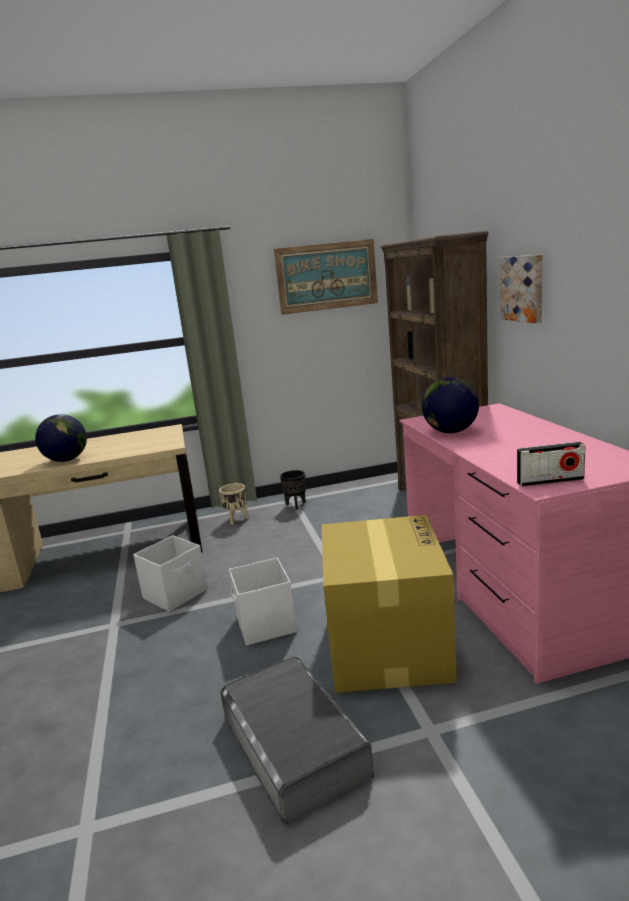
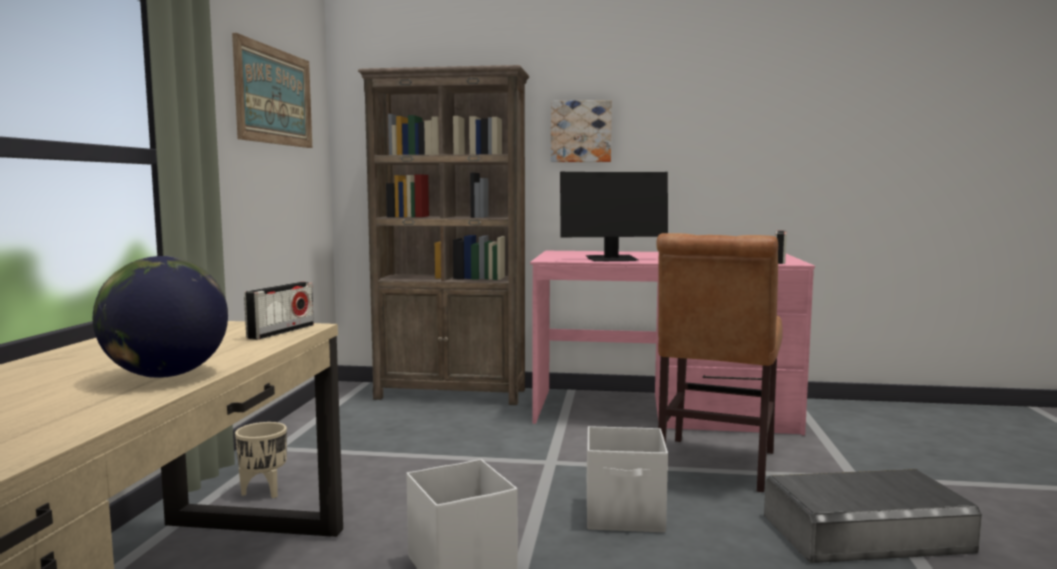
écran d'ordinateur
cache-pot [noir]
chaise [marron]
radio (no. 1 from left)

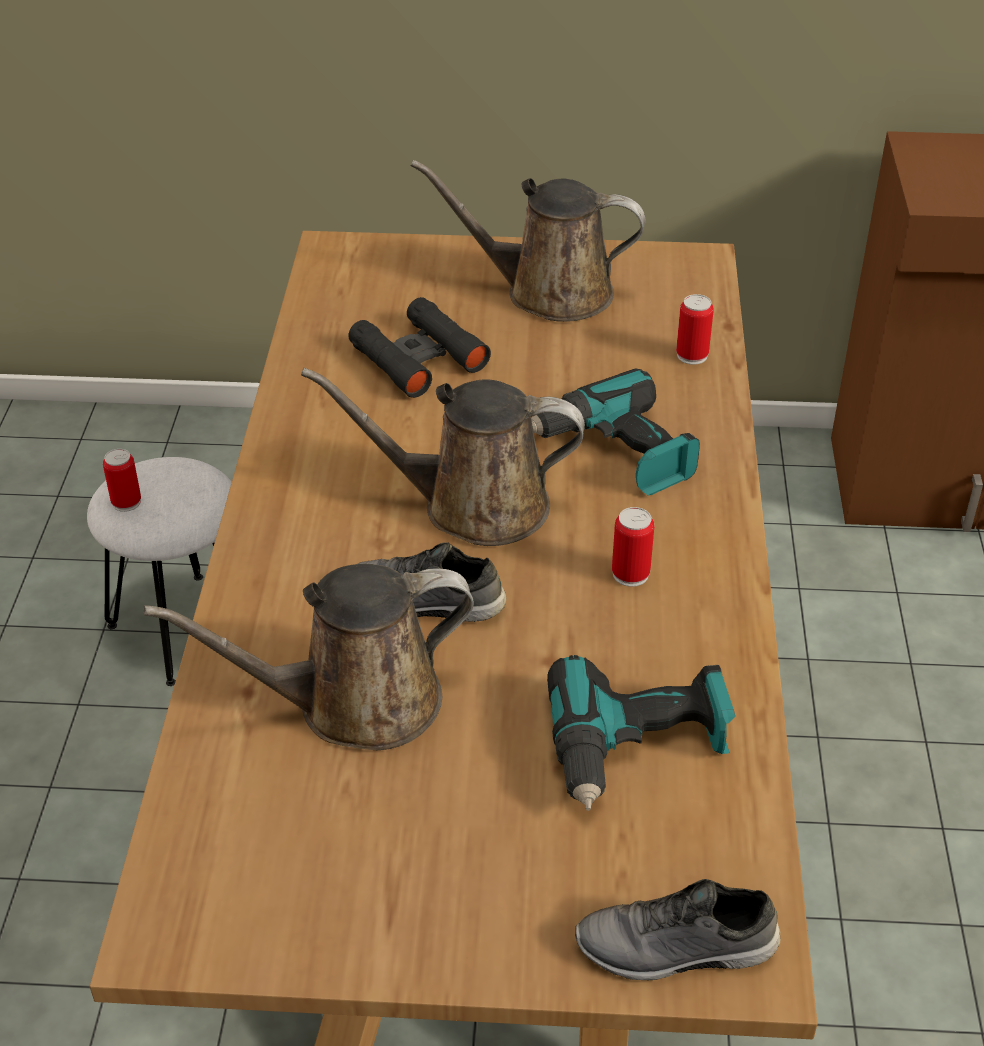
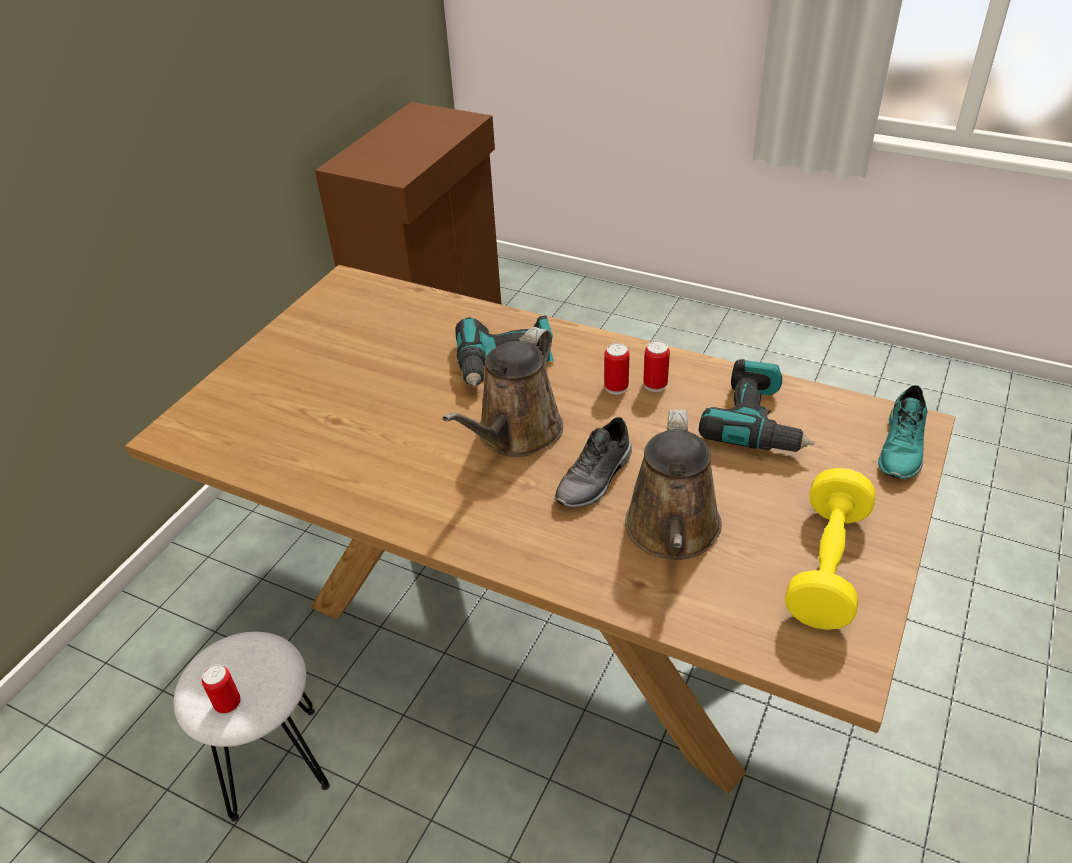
arrosoir [marron] (no. 3 from left in the first image)
boîte métallique (no. 3 from left)
jumelles [noir]
chaussure [turquoise]
haltère [jaune]

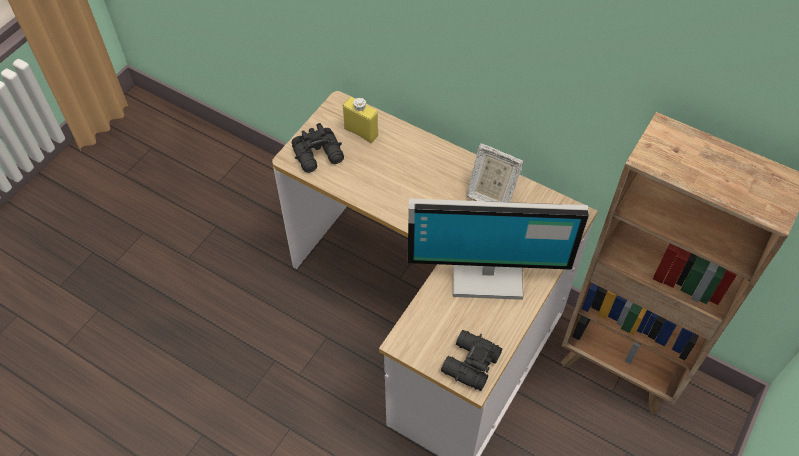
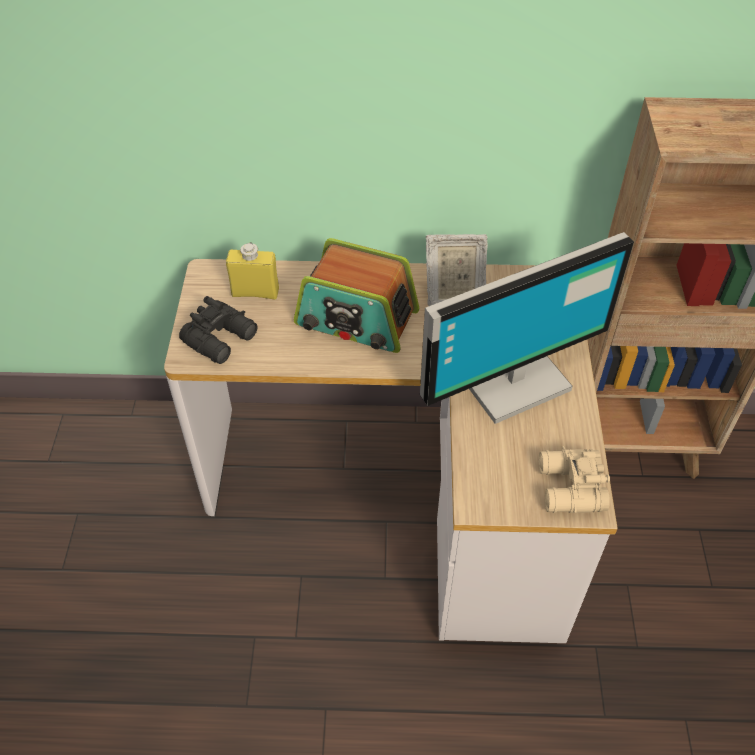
jumelles [beige]
radio

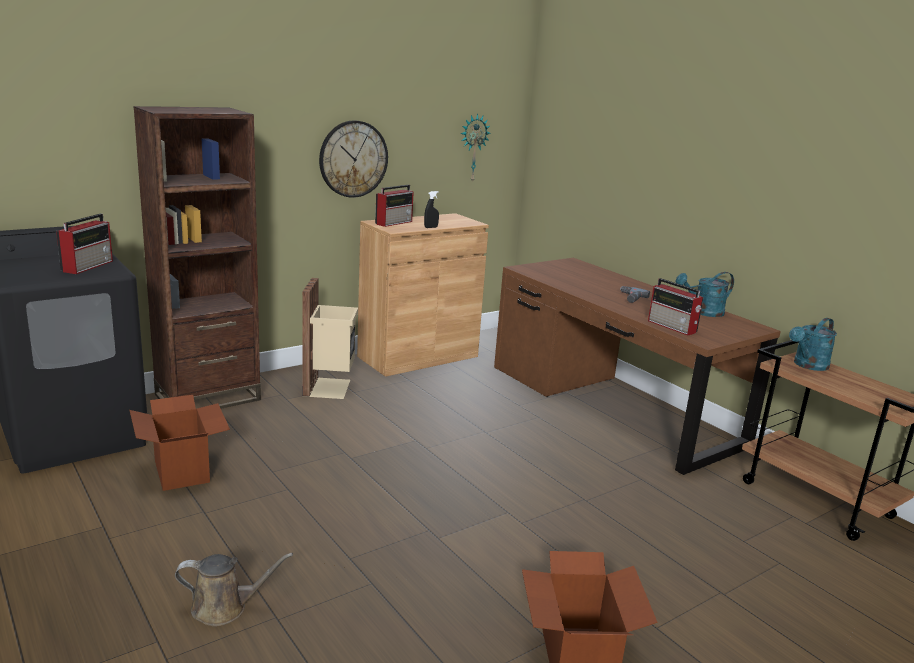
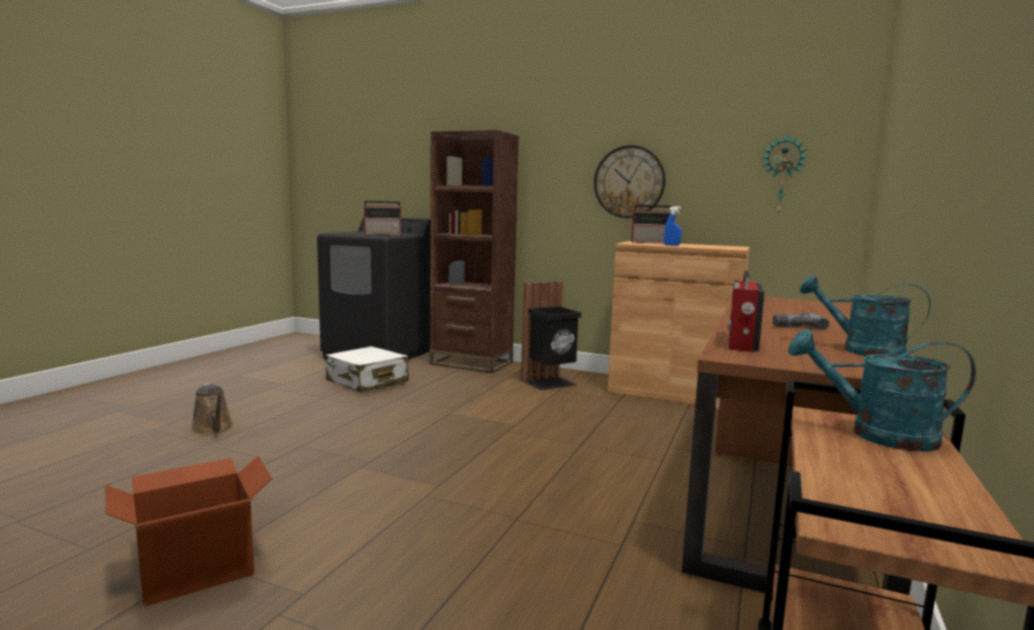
vaporisateur [bleu]
poubelle [noir]
valise [blanc]

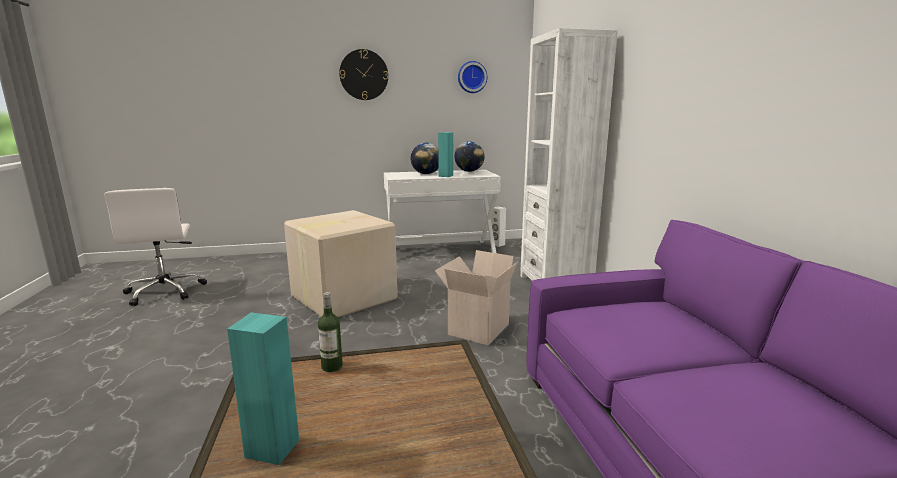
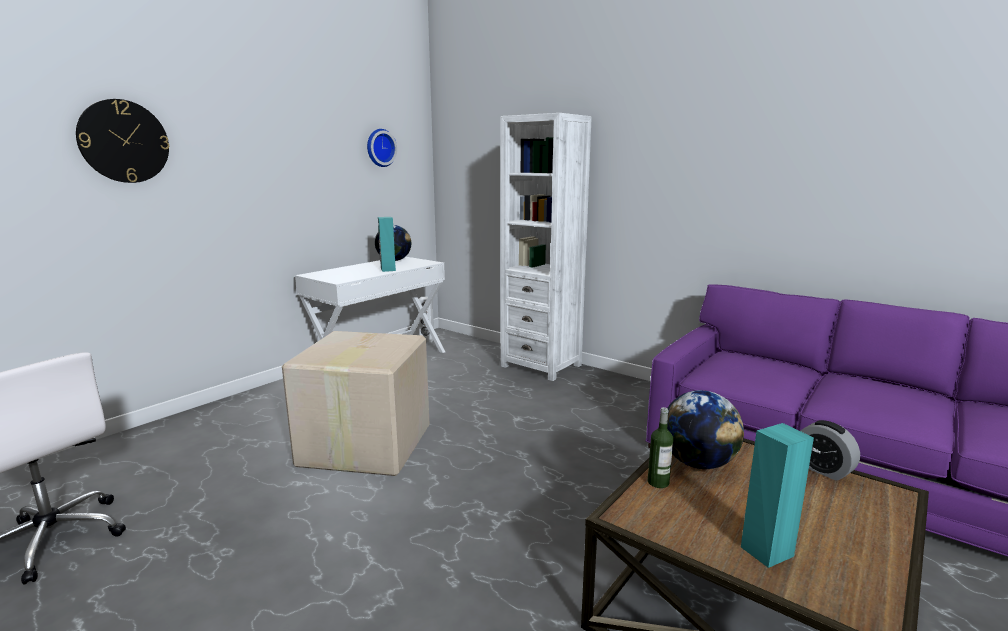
horloge murale (no. 1 from left)
globe (no. 2 from left)
carton (no. 2 from left in the first image)
réveil

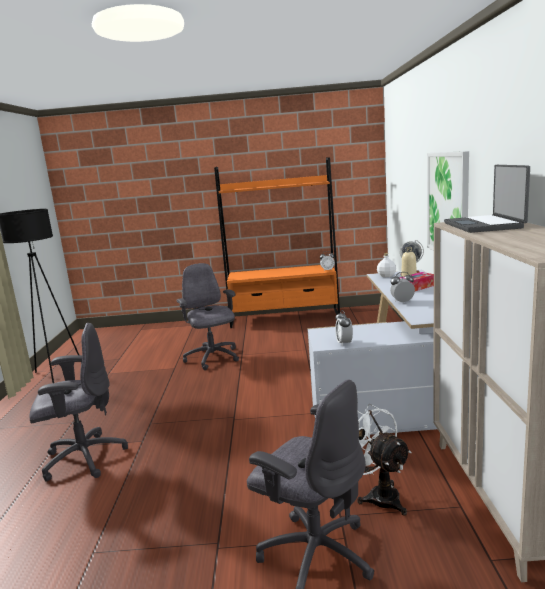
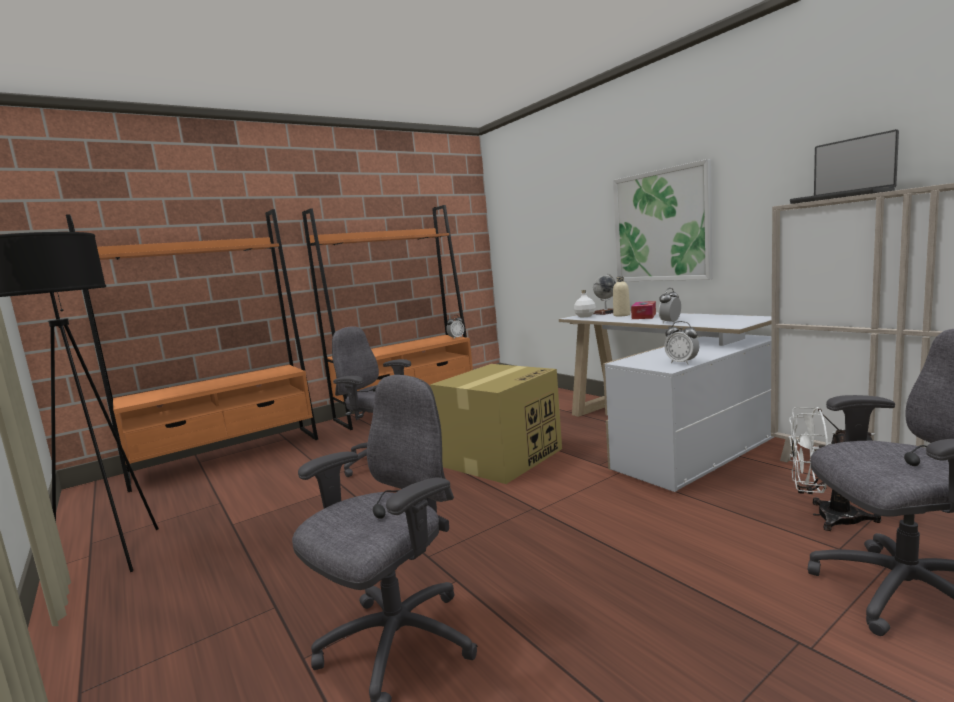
bibliothèque [orange] (no. 1 from left)
carton

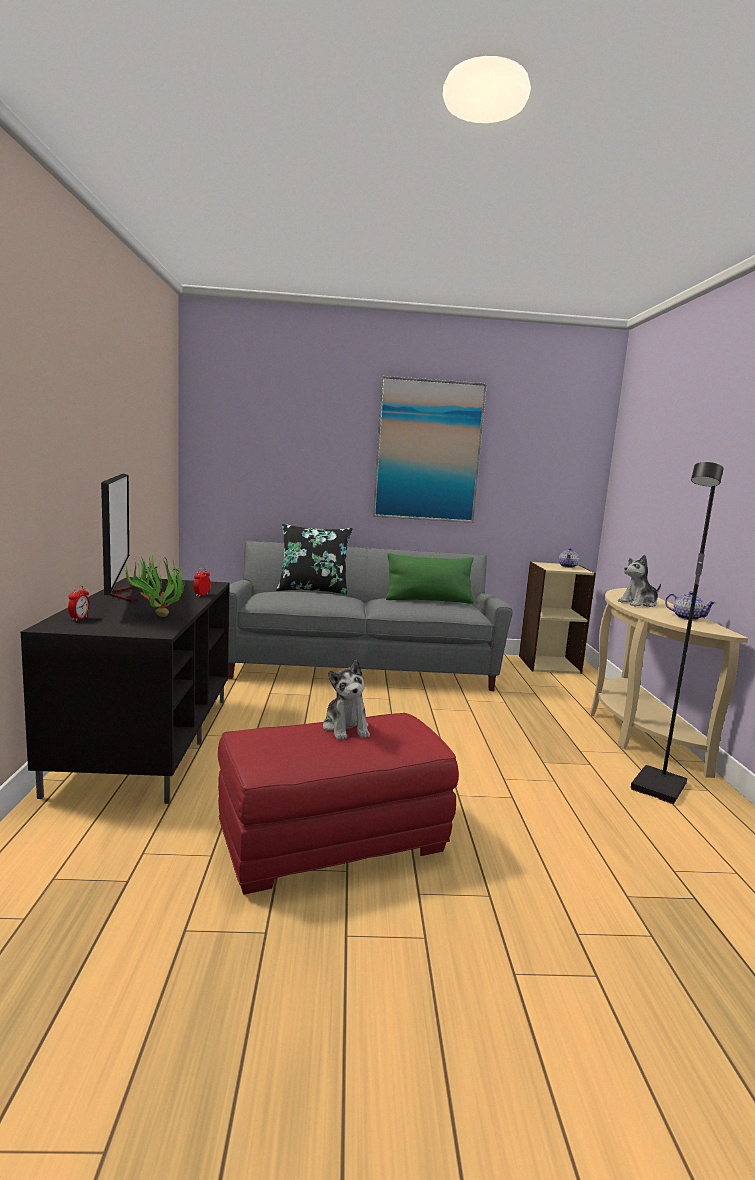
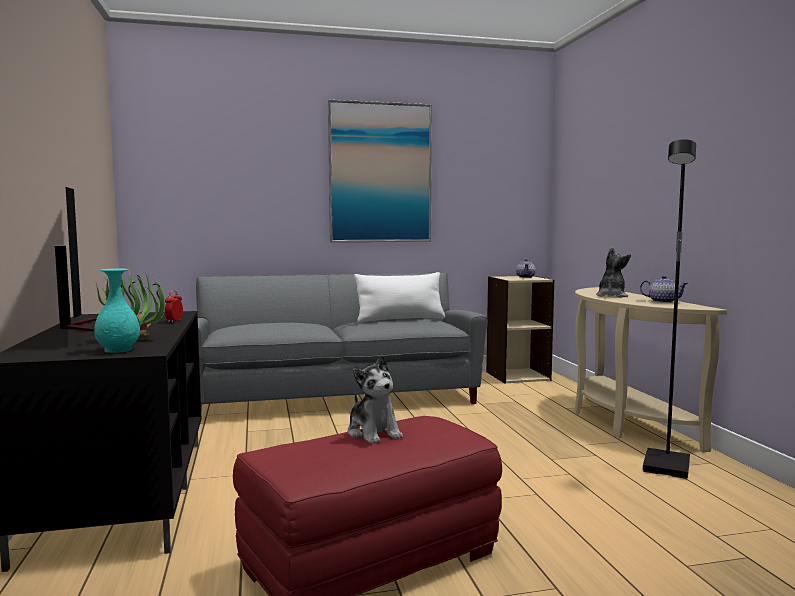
coussin [noir]
coussin [blanc]
peluche (no. 2 from left)
réveil (no. 1 from left in the first image)
vase [turquoise]

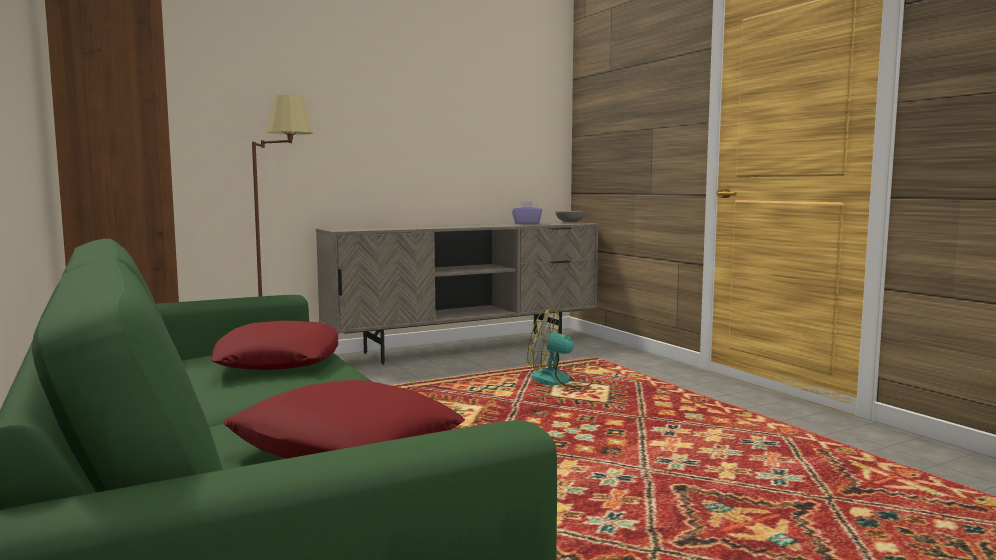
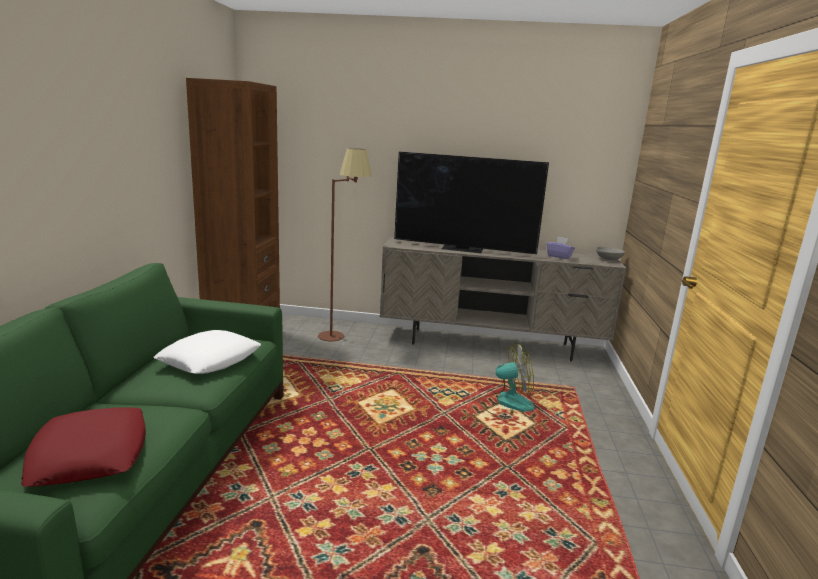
ventilateur
coussin [blanc]
téléviseur

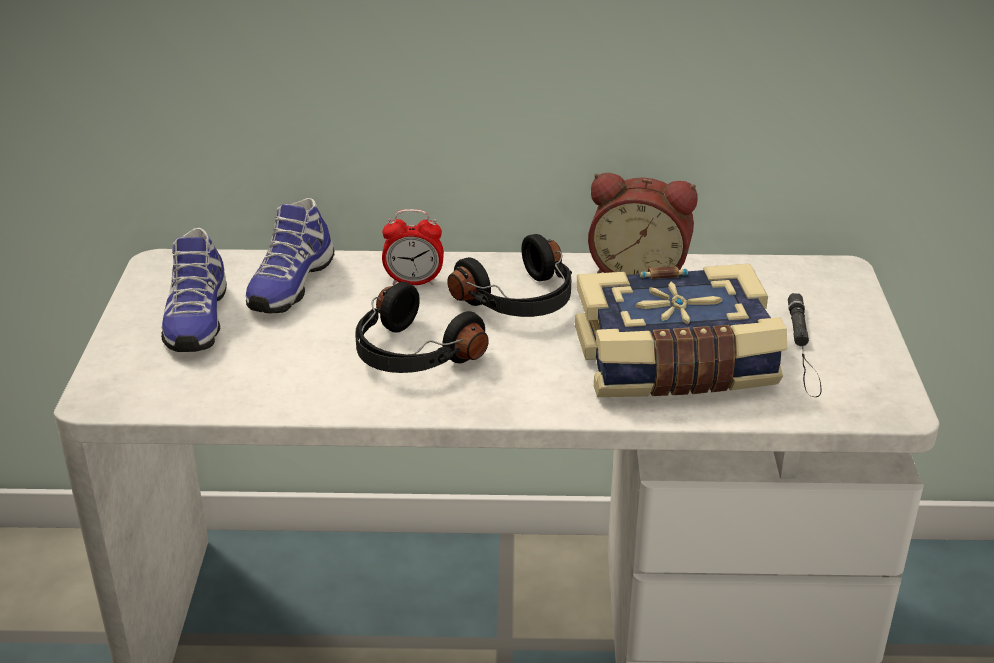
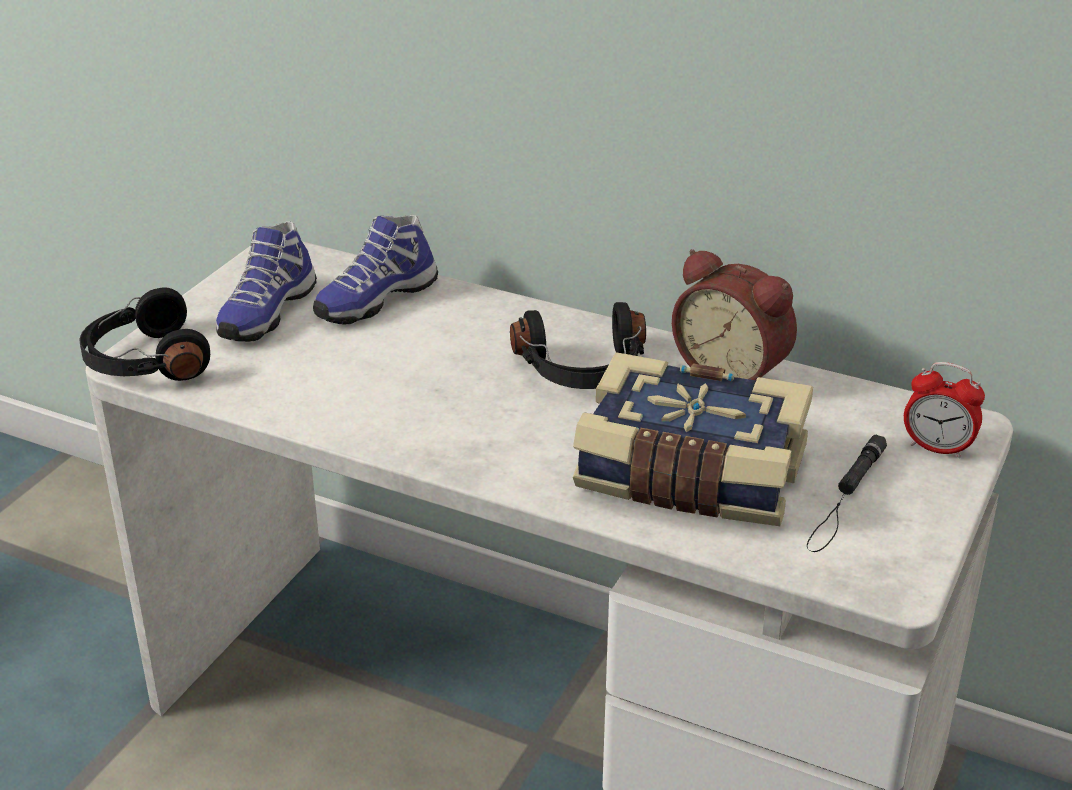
réveil (no. 2 from left)
casque audio [noir] (no. 1 from left)

